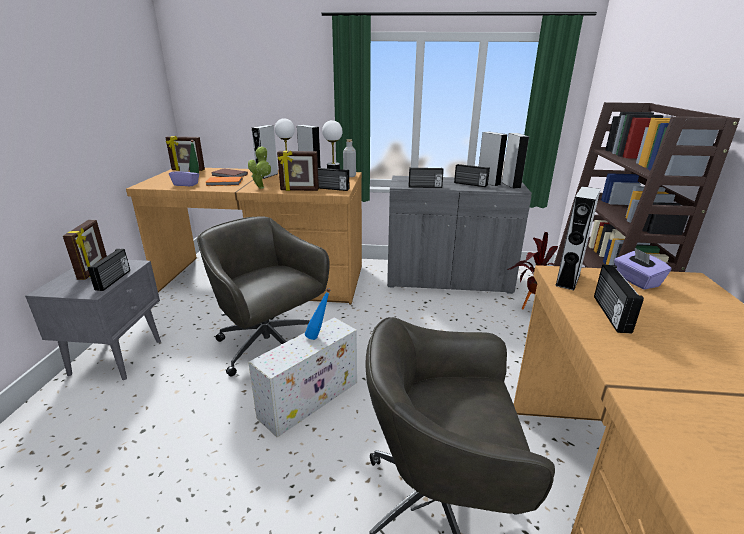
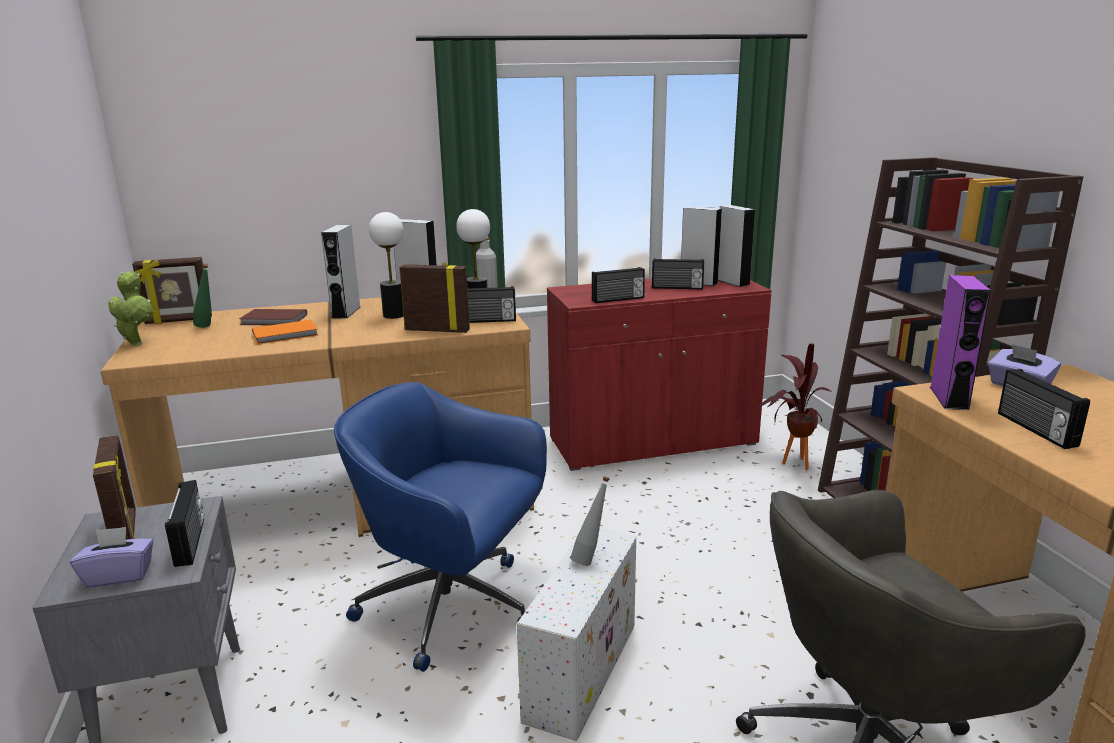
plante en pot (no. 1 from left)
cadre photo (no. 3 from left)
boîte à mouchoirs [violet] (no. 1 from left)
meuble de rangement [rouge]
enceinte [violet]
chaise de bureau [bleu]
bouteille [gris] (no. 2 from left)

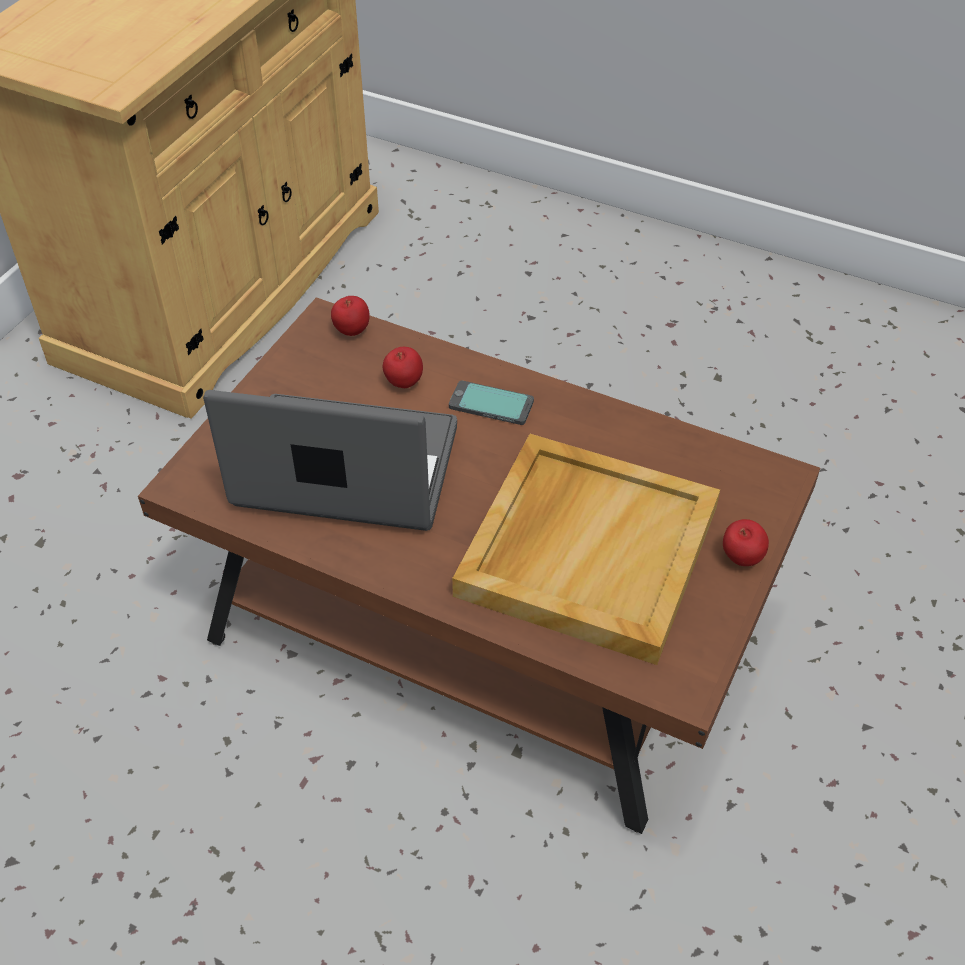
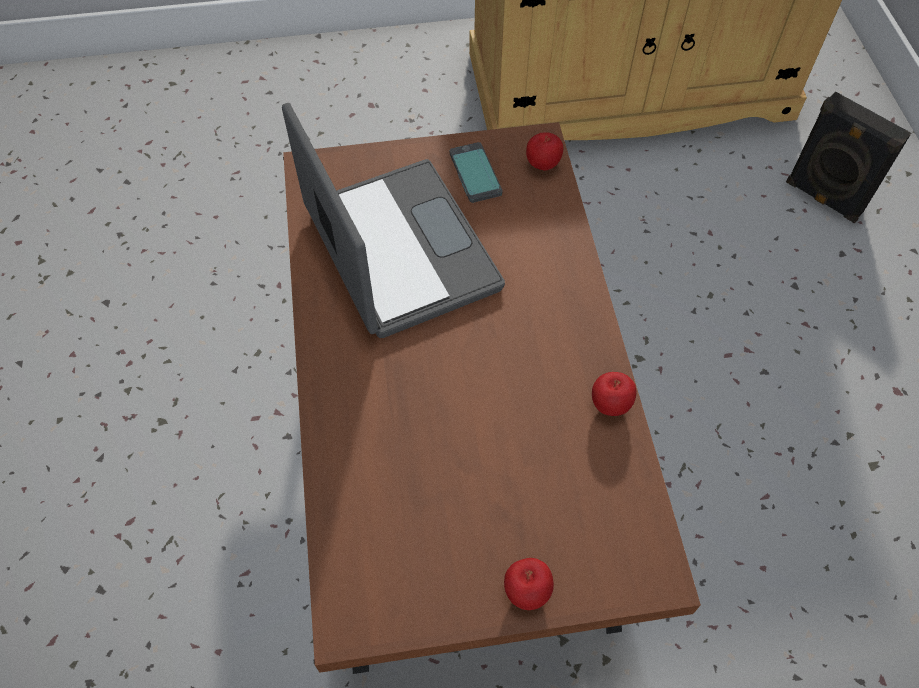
pomme (no. 3 from left)
téléphone
plateau [beige]
enceinte [noir]

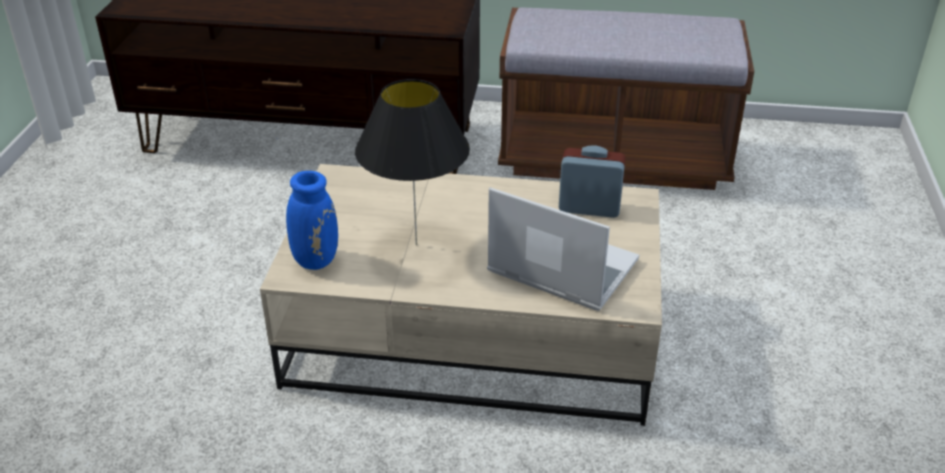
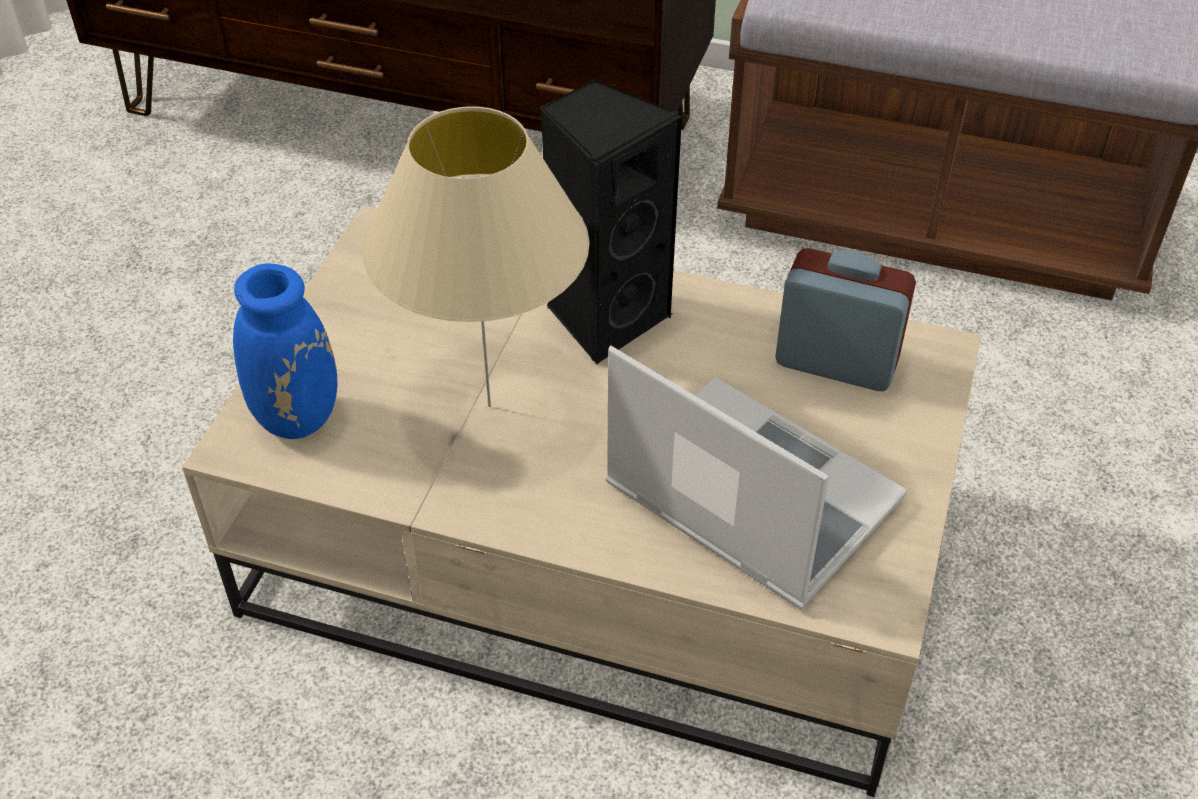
lampe de table [beige]
enceinte [noir]

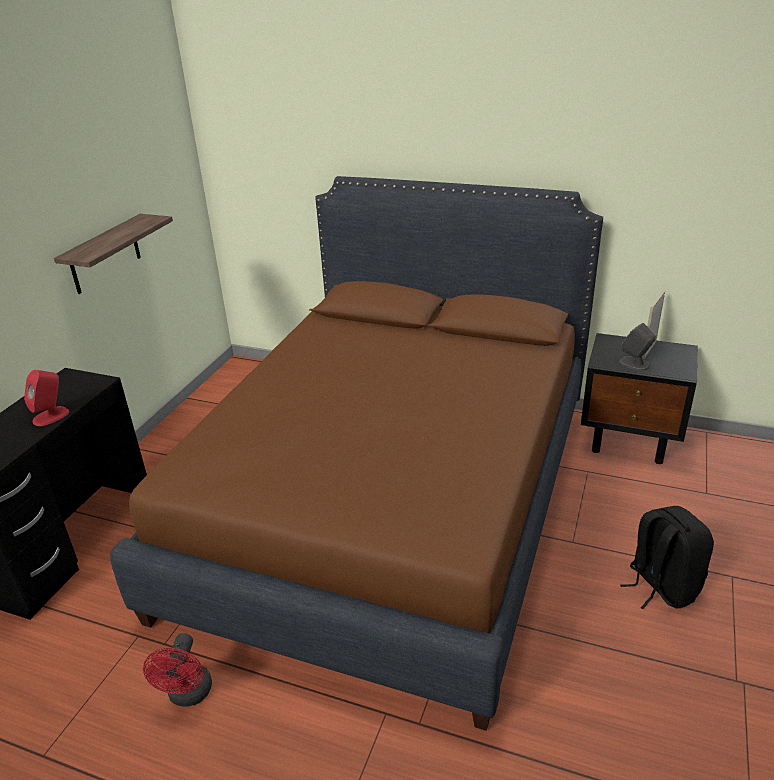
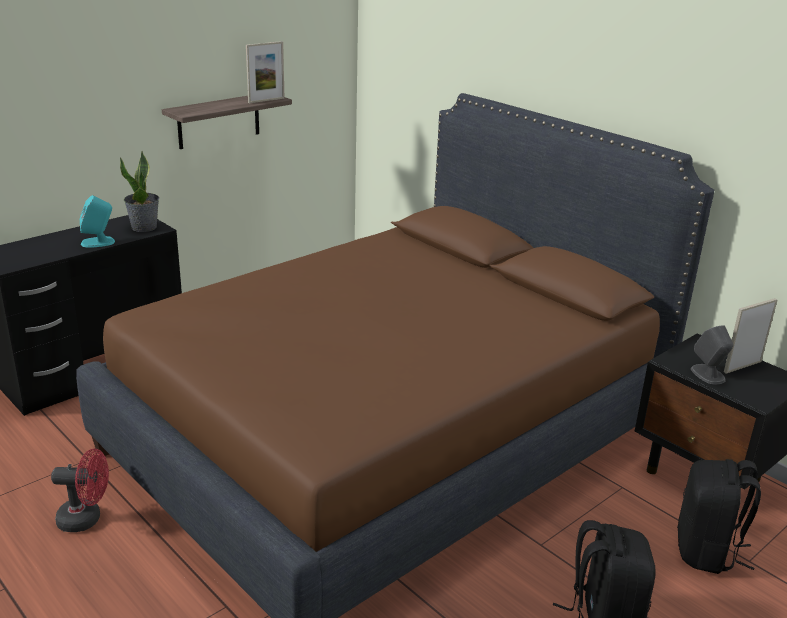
enceinte [turquoise]
ventilateur [rouge]
cadre photo (no. 1 from left)
plante en pot
sac à dos [noir] (no. 2 from left)

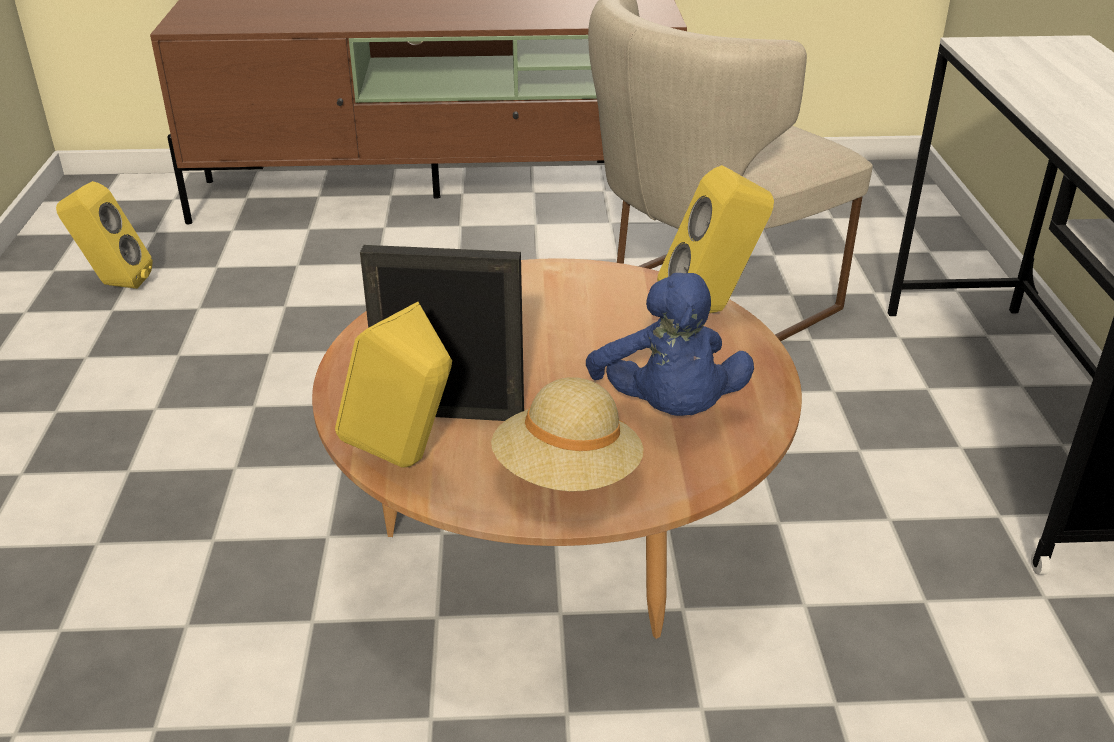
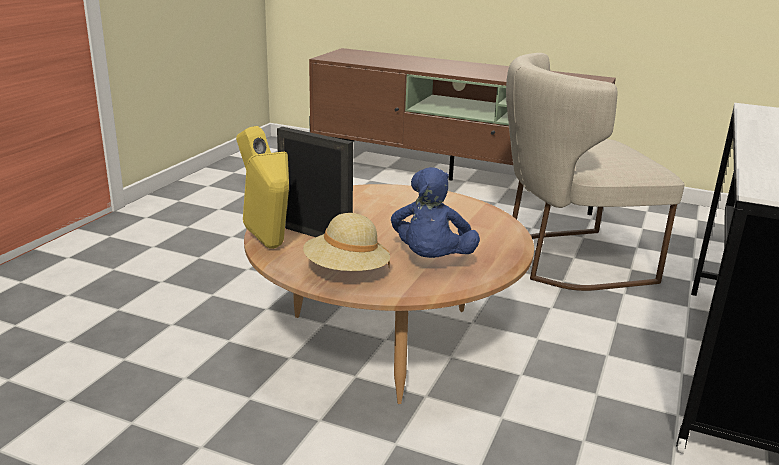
enceinte [jaune] (no. 3 from left in the first image)

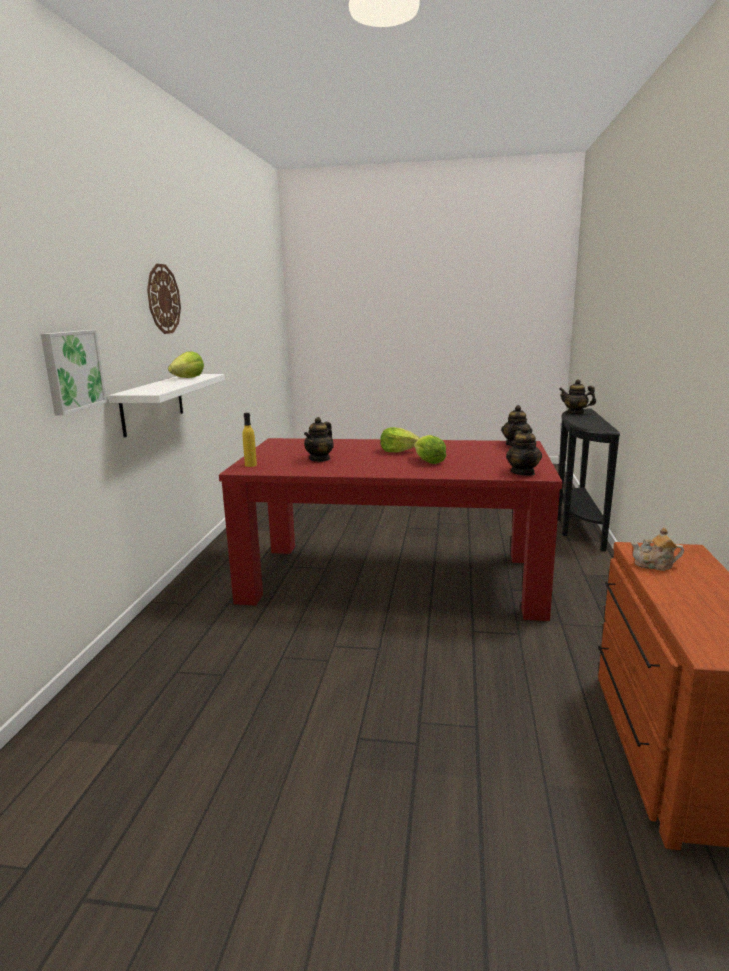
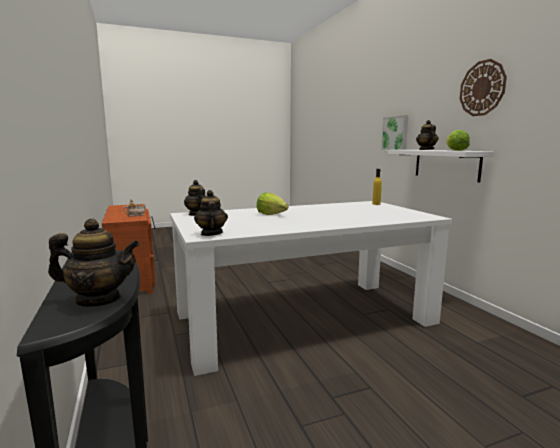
théière (no. 5 from left)
laitue (no. 2 from left in the first image)
table à manger [blanc]

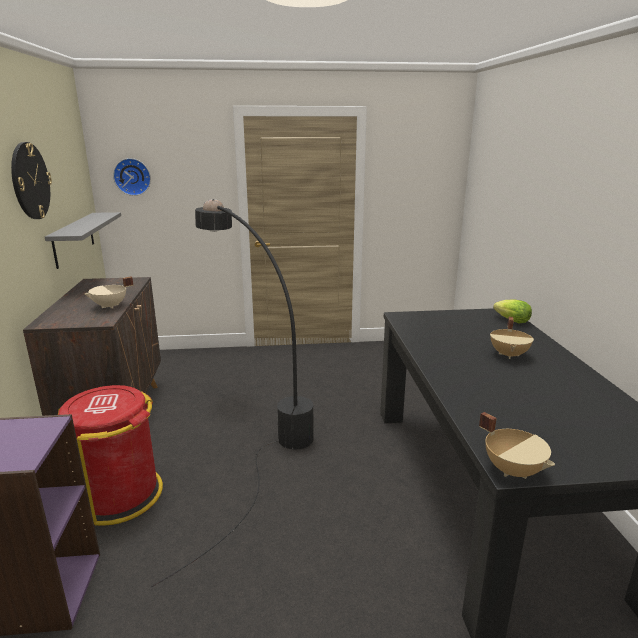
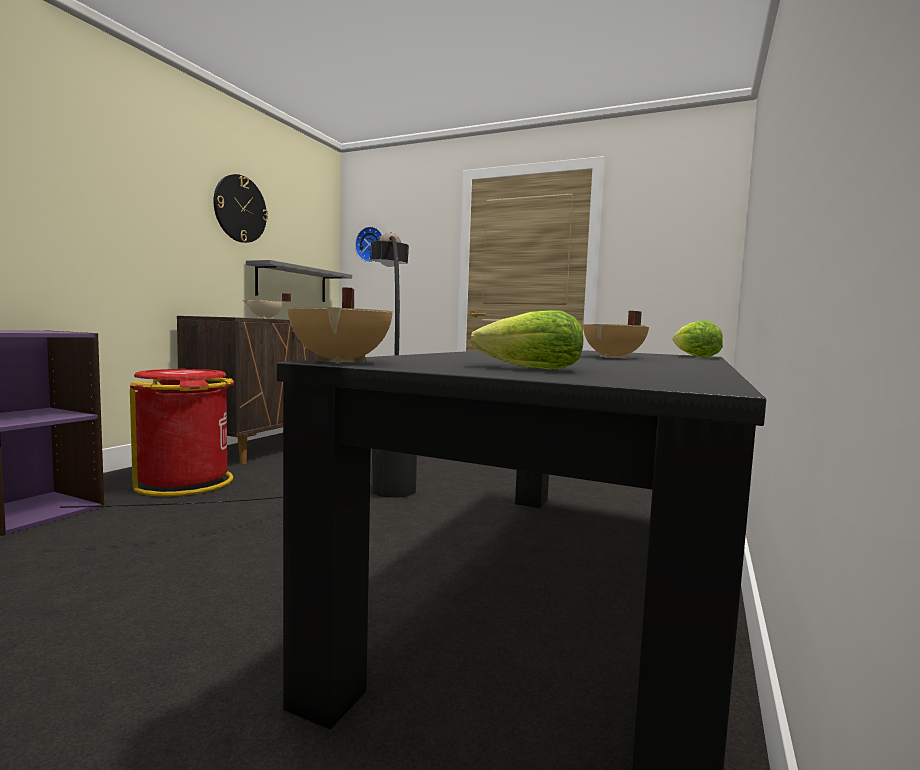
laitue (no. 1 from left)

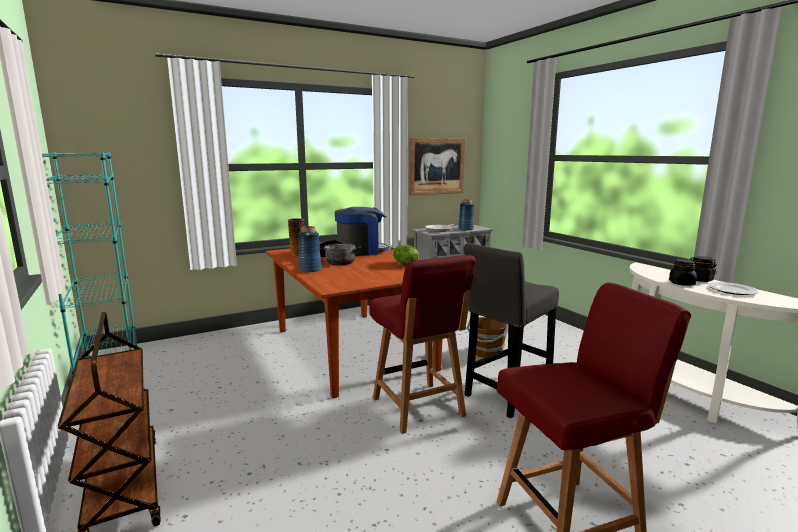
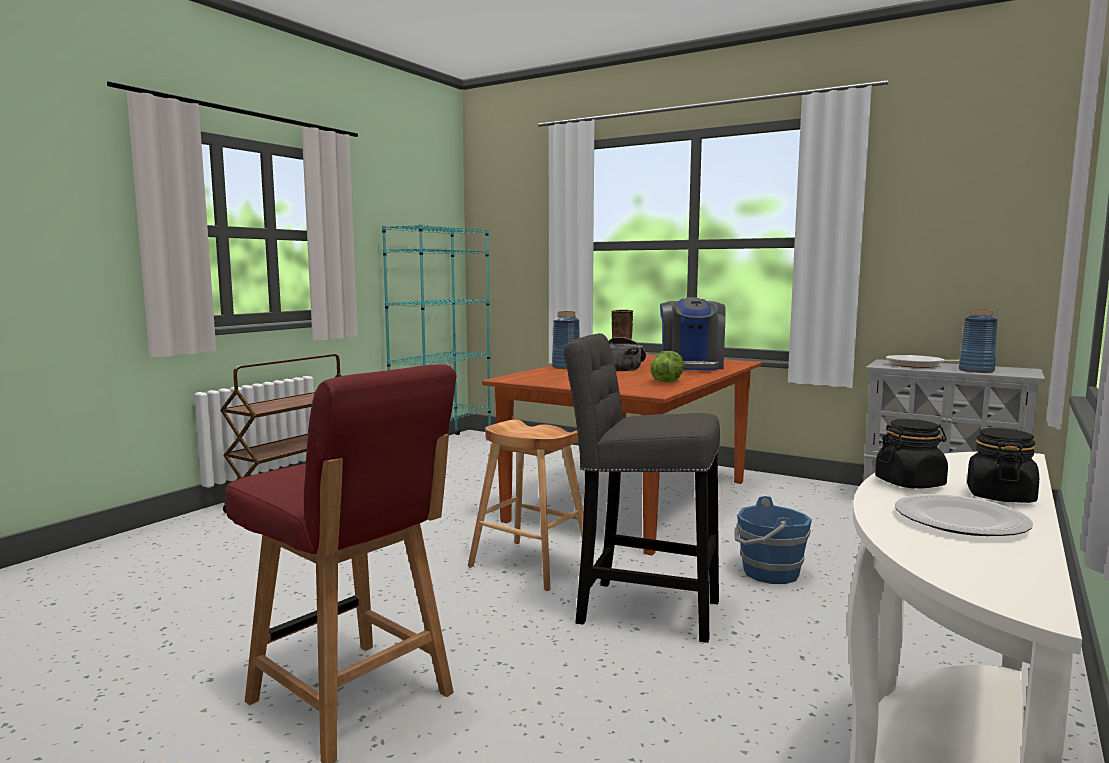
tableau
machine à café
tabouret [marron]
seau [bleu]

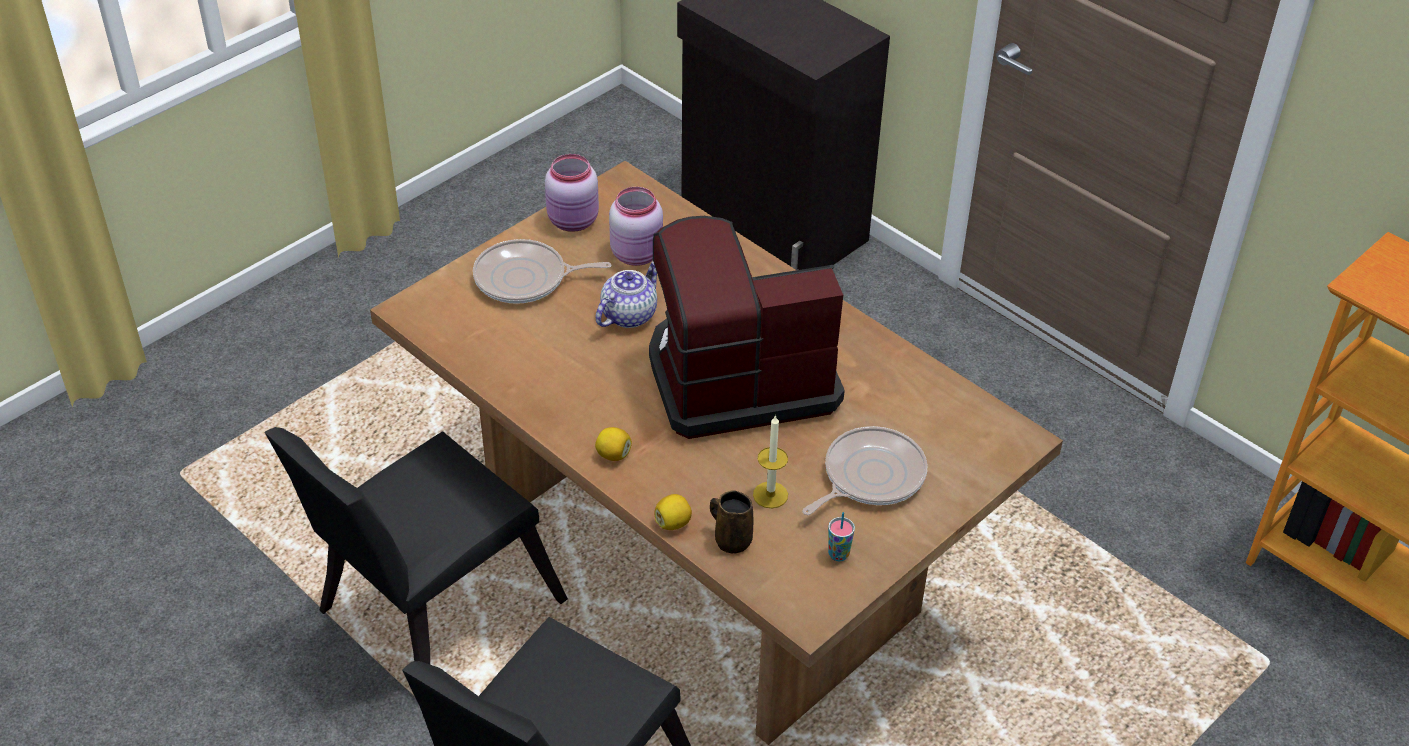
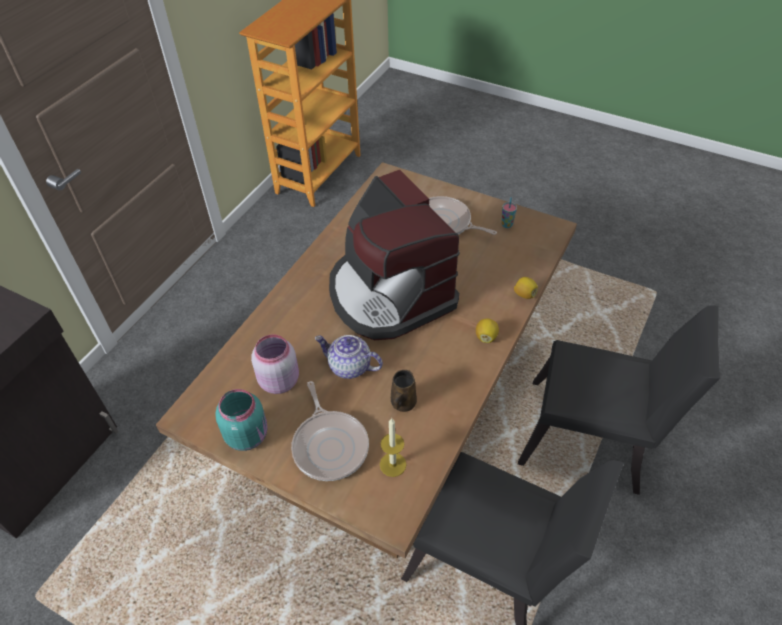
bocal [turquoise]
bougie
mug [marron]

